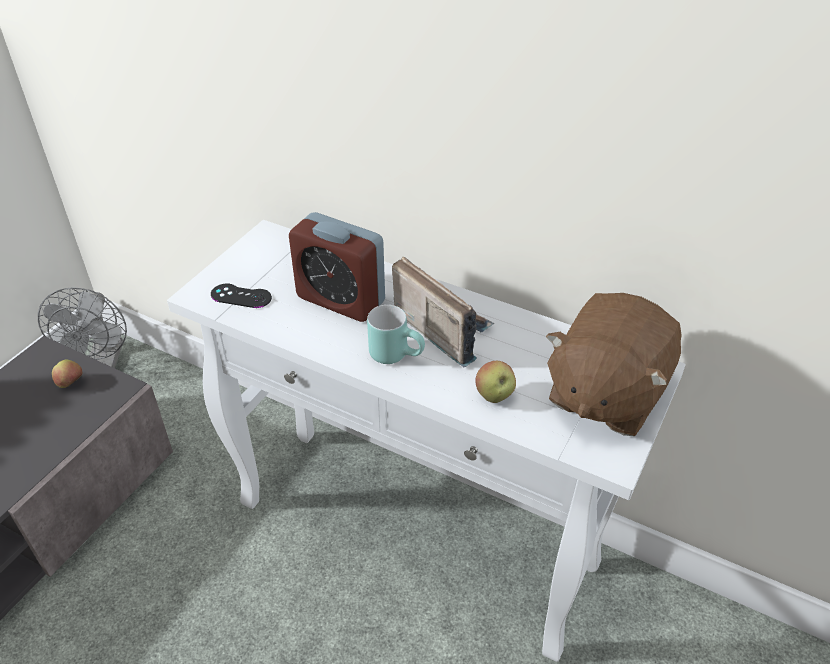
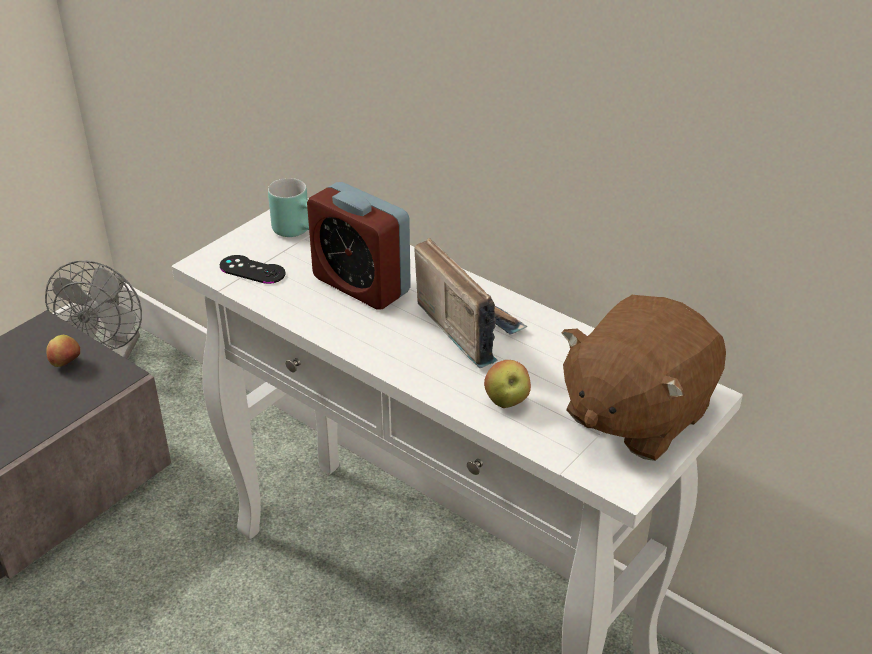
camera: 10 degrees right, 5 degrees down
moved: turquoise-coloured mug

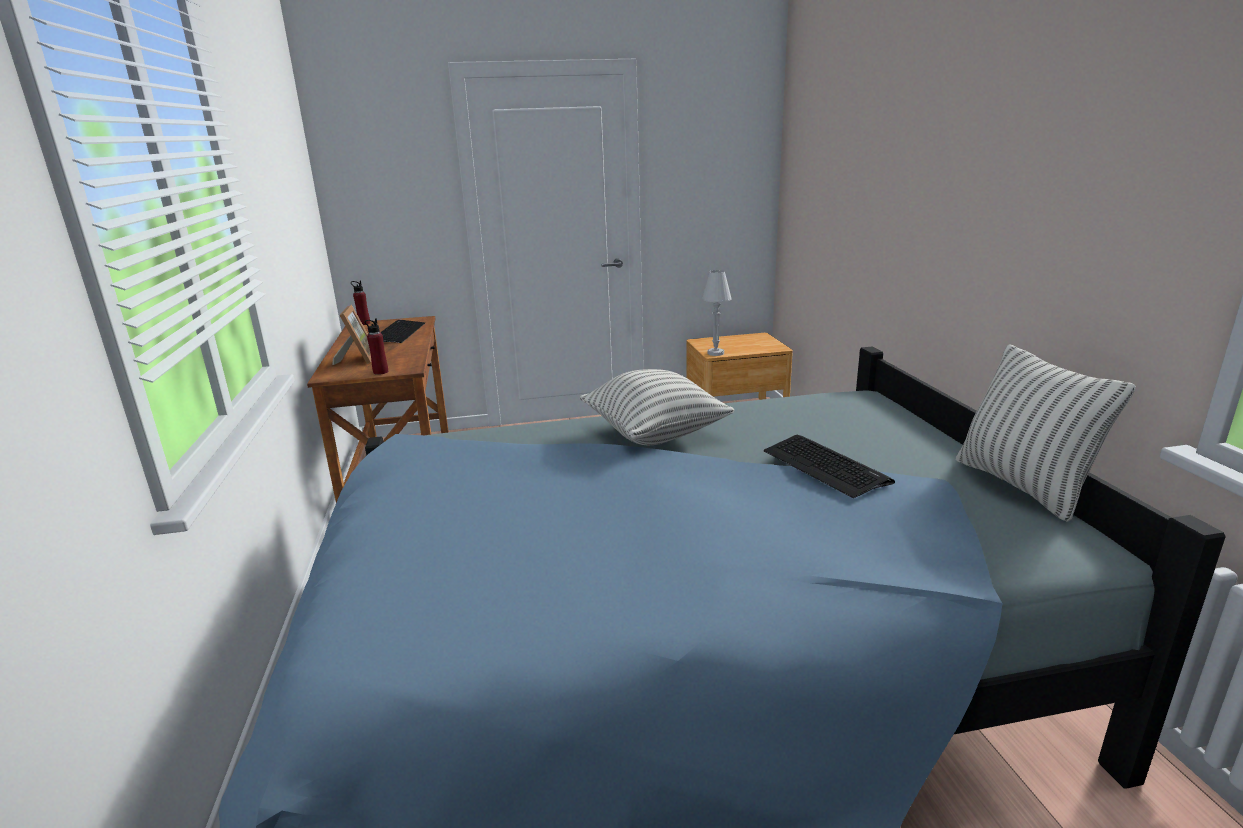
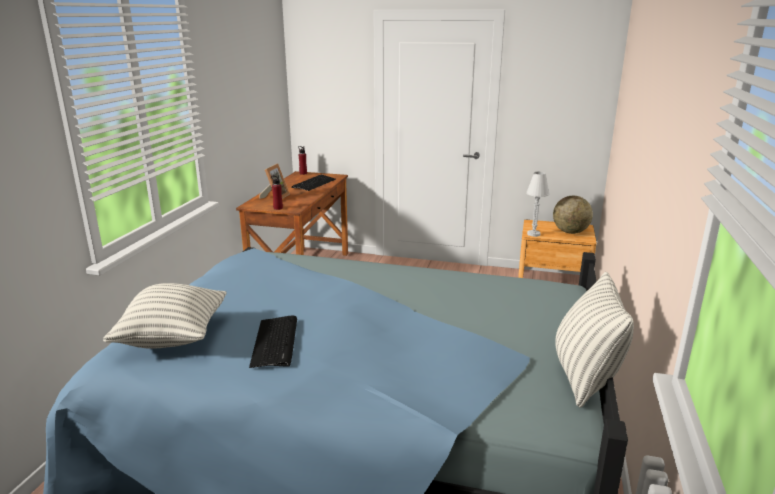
camera: 25 degrees right, 0 degrees up
added: desk globe
moved: pillow (1st from left); keyboard (2nd from left in the first image) to keyboard (1st from left)

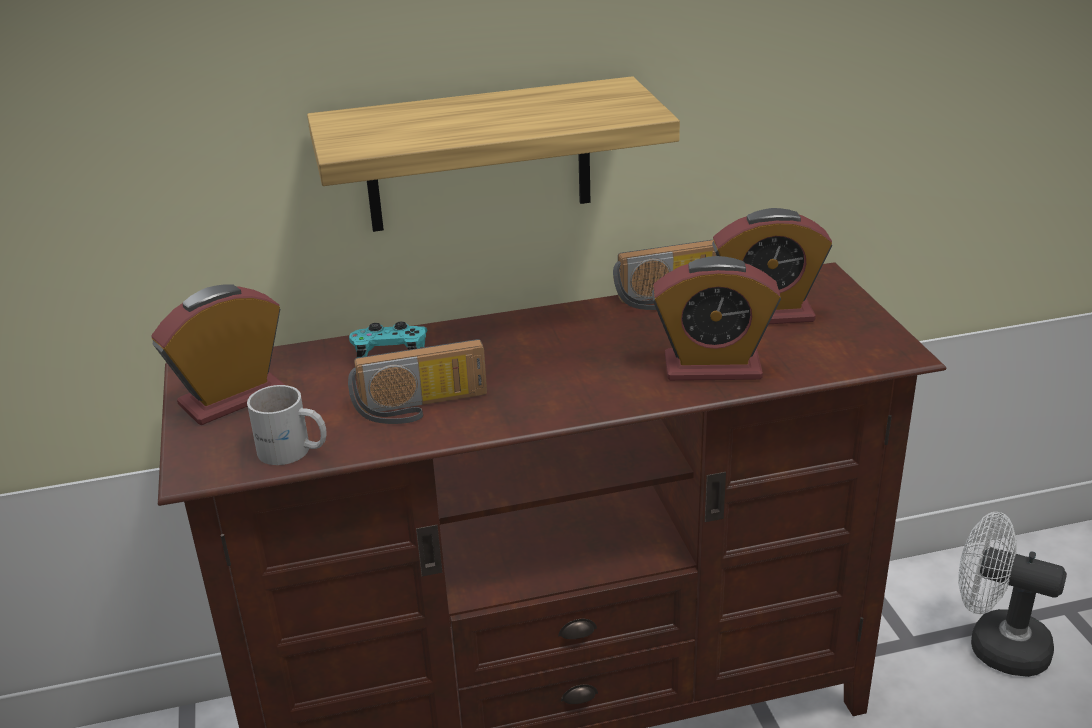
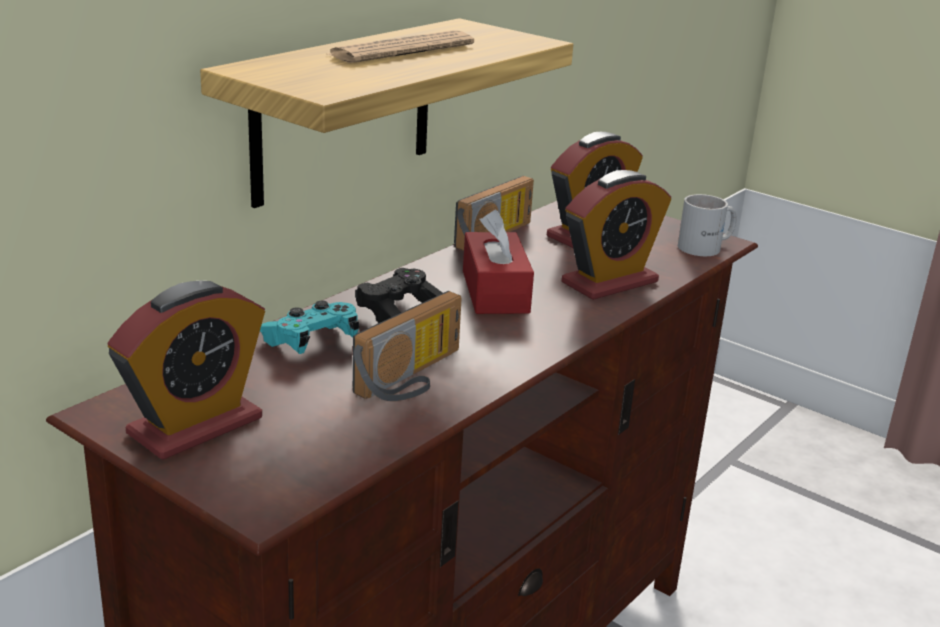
camera: 40 degrees left, 5 degrees down
removed: white-coloured fan
added: printed paper; blackish gamepad; reddish box of tissues
moved: white-coloured mug
turned: table clock (1st from left) 150 degrees counterclockwise

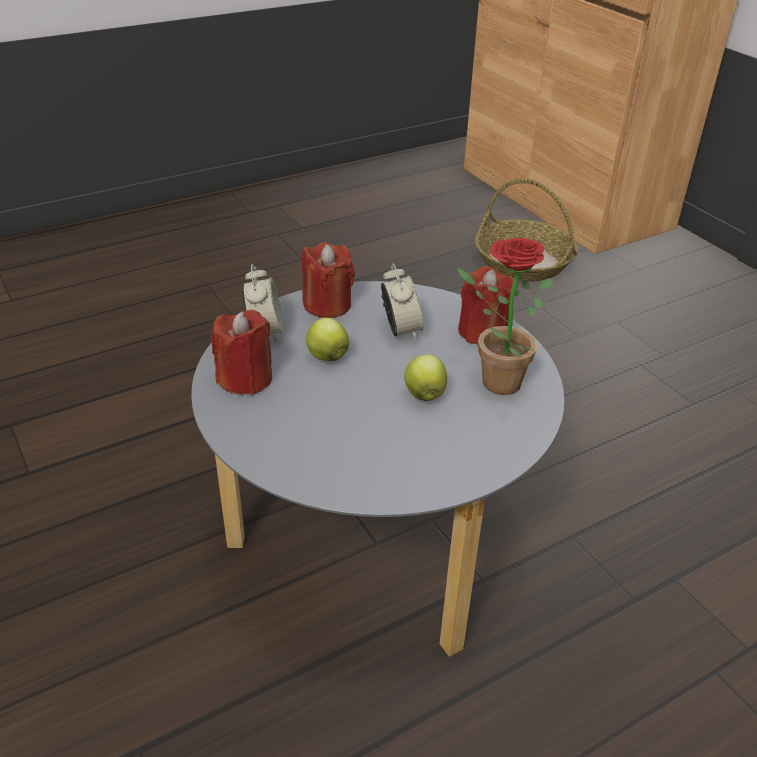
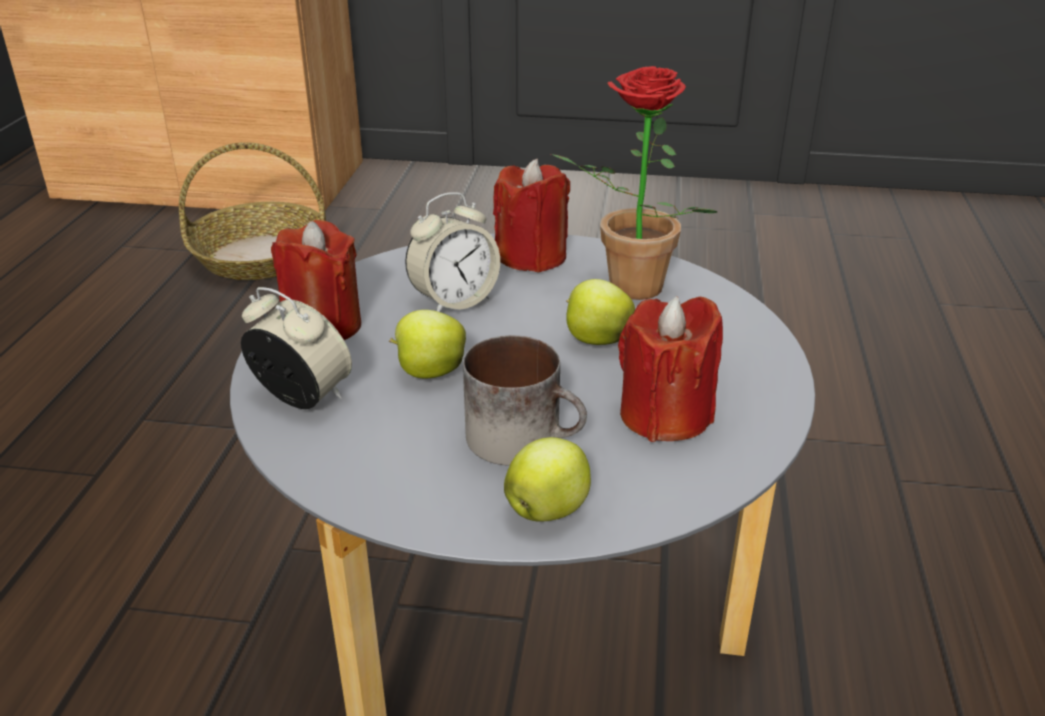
camera: 50 degrees left, 5 degrees down
added: mug; apple fruit (2nd from left)
moved: reddish wax candle (1st from left in the first image) to reddish wax candle (3rd from left)
turned: table clock (2nd from left) 120 degrees clockwise

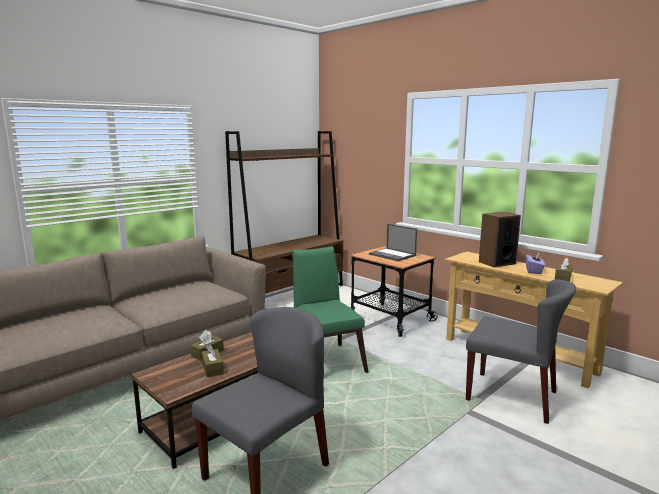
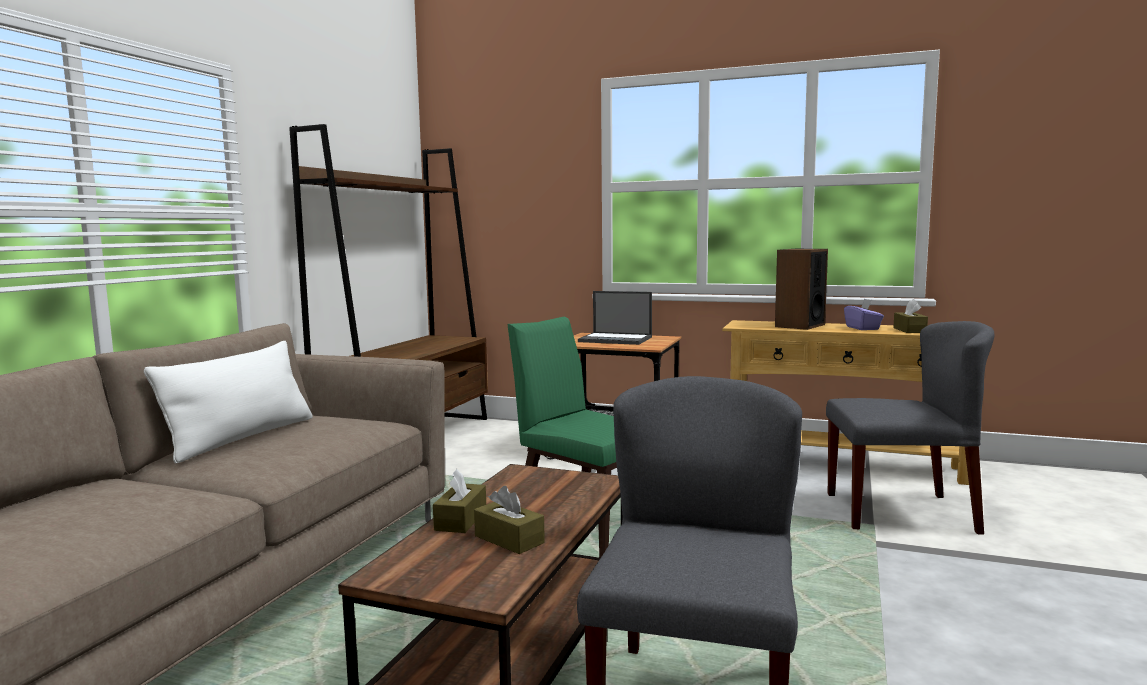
camera: 25 degrees left, 5 degrees down
added: white-coloured pillow

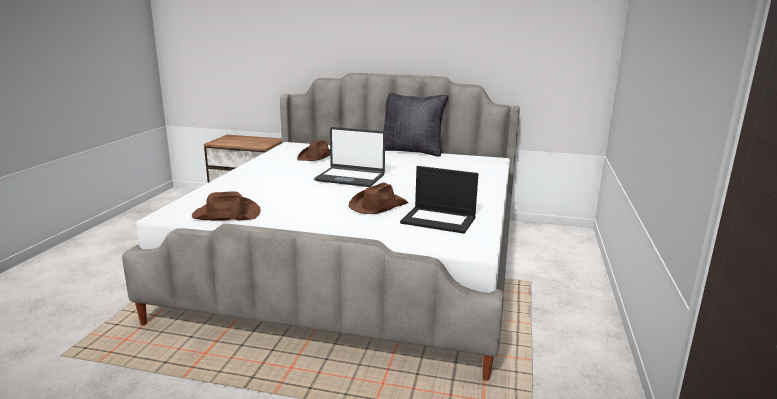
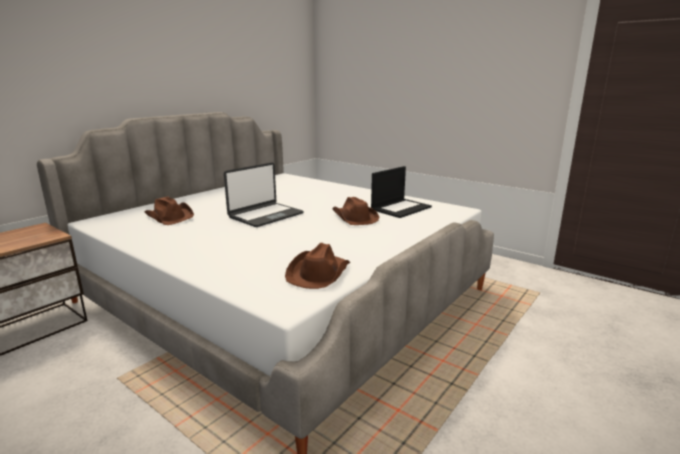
camera: 65 degrees left, 0 degrees up
removed: blackish pillow

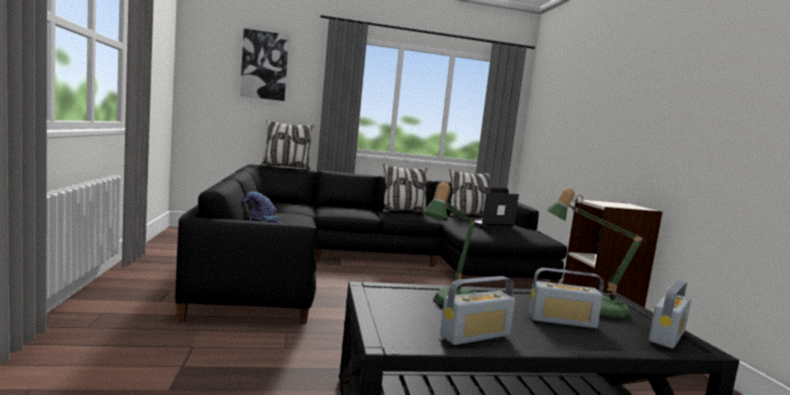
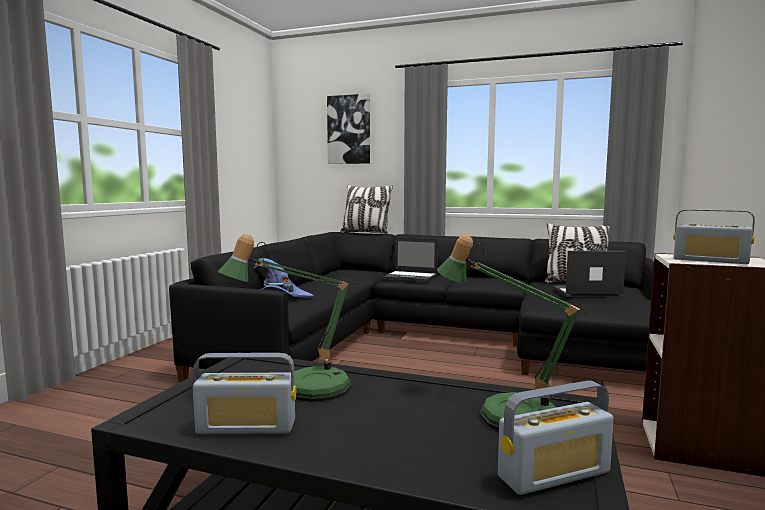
camera: 30 degrees right, 0 degrees up
removed: pillow (2nd from left)
added: laptop (1st from left)
moved: radio set (2nd from left in the first image) to radio set (3rd from left)

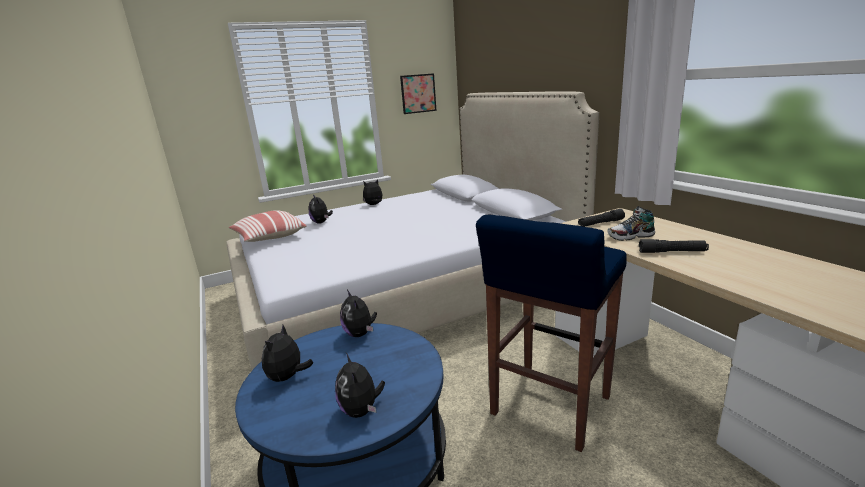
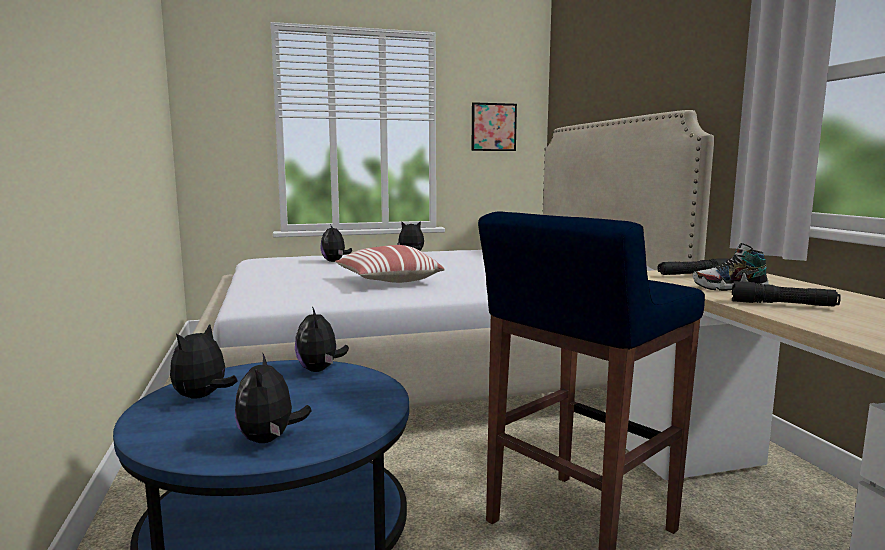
camera: 10 degrees right, 10 degrees down
moved: pillow

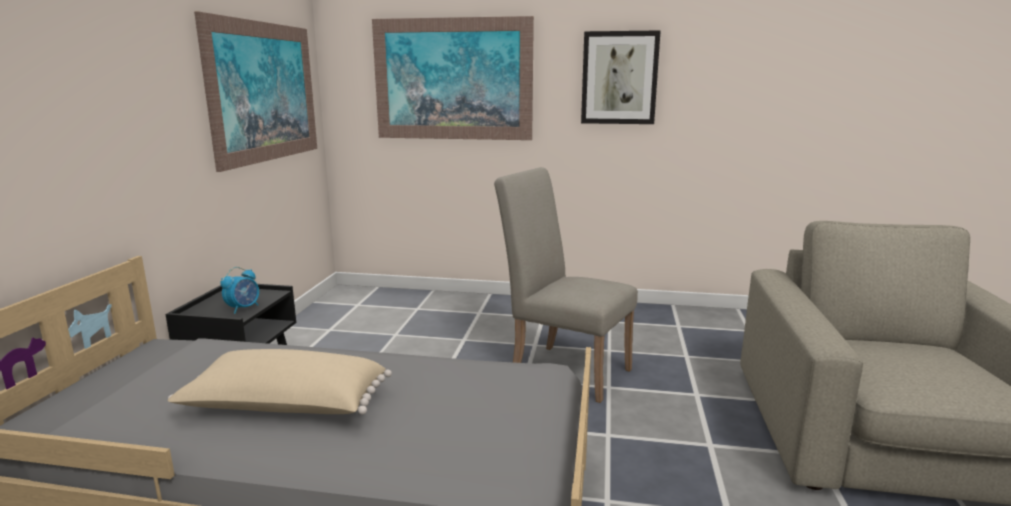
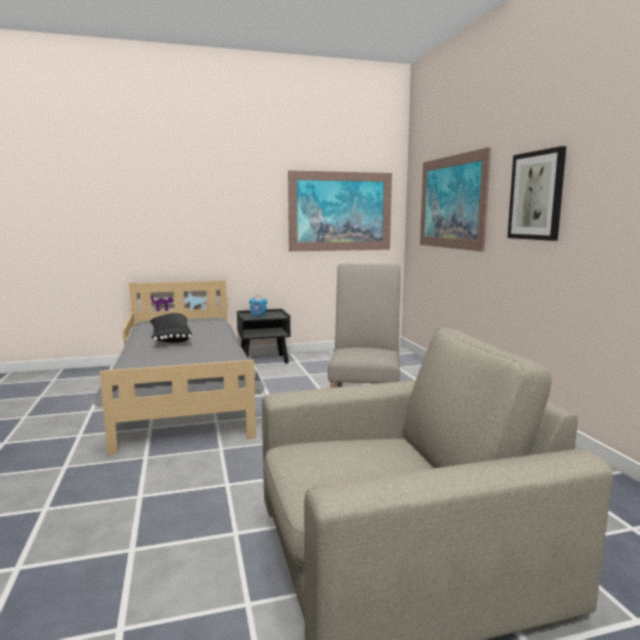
camera: 65 degrees right, 5 degrees down
recoloured: beige-coloured pillow to blackish pillow

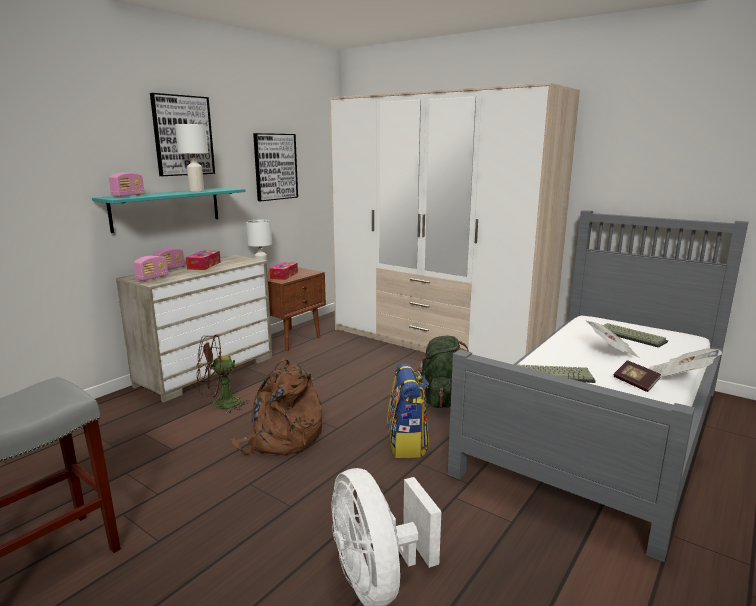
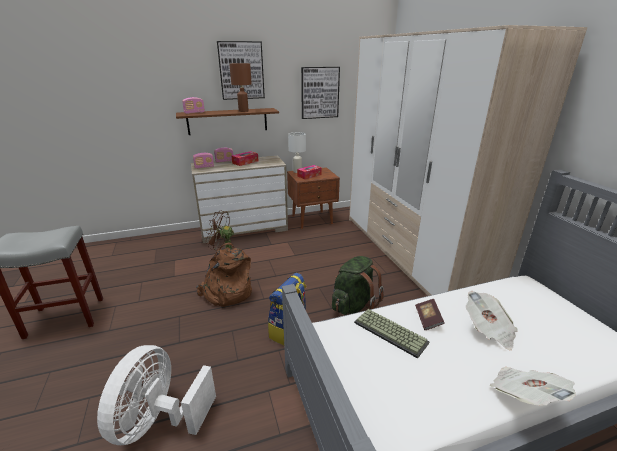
camera: 35 degrees right, 10 degrees up
removed: keyboard (2nd from left)
moved: book
recoloured: turquoise-coloured wall shelf to brown wall shelf; white-coloured tabletop lamp (1st from left) to brown tabletop lamp

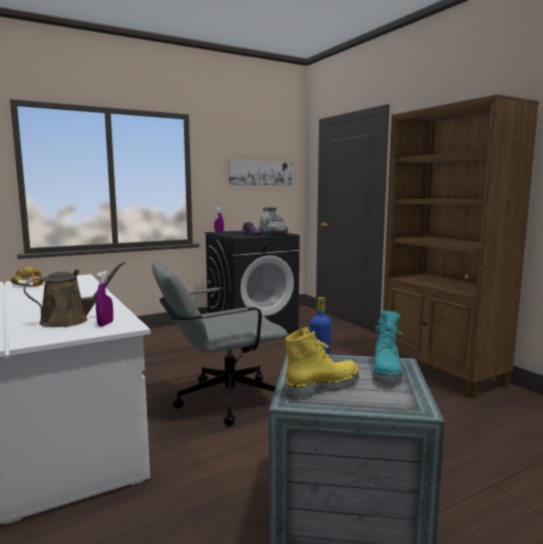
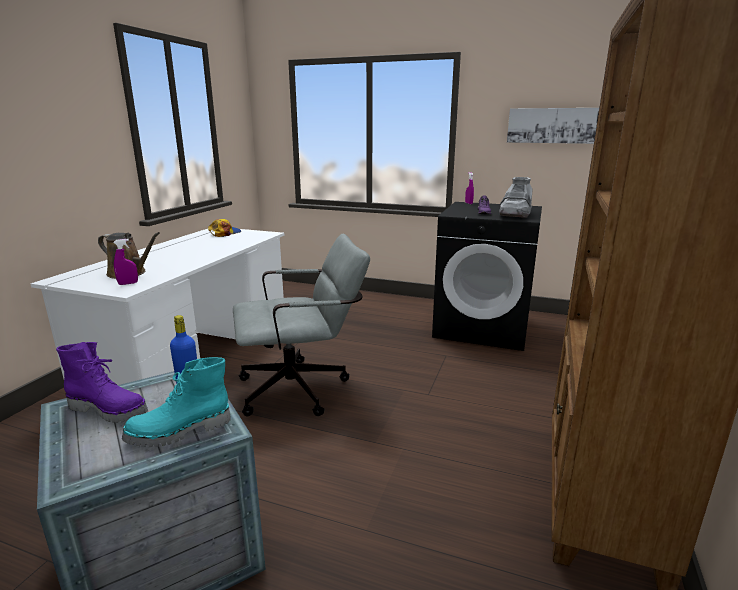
camera: 50 degrees right, 10 degrees up
recoloured: yellow tall boot to purple-coloured tall boot
turned: grey desk chair 135 degrees clockwise

